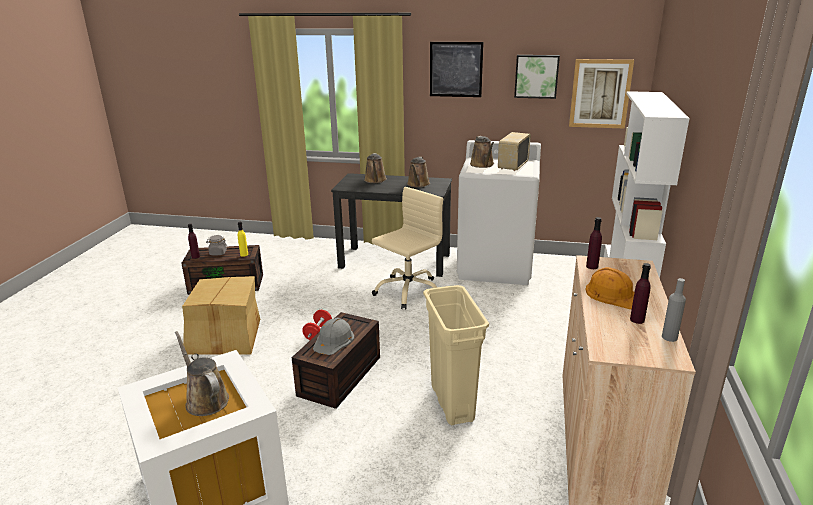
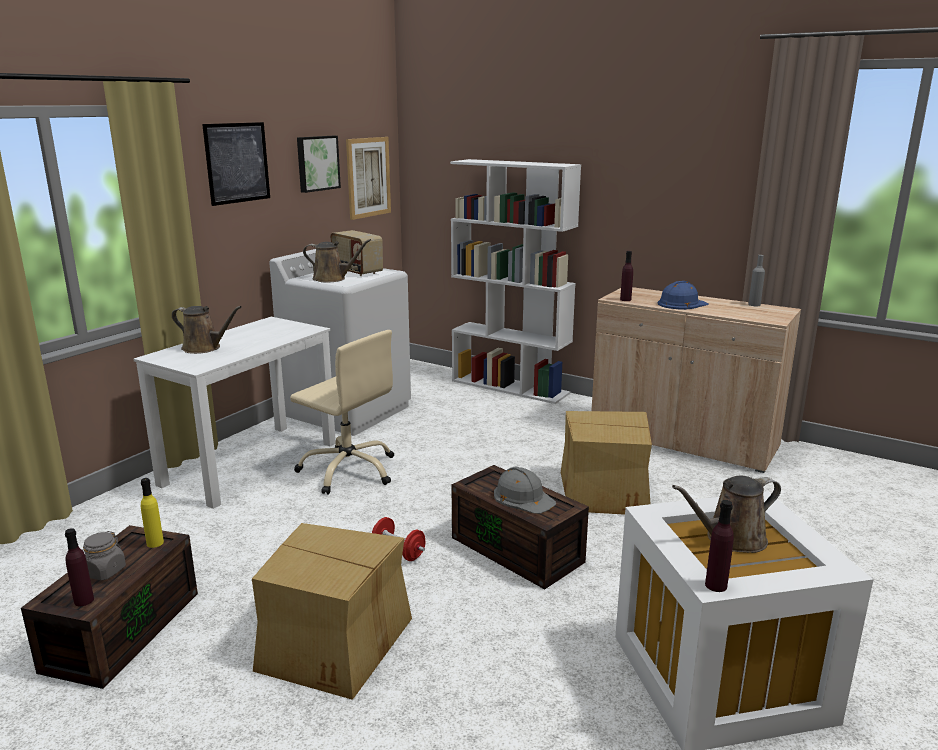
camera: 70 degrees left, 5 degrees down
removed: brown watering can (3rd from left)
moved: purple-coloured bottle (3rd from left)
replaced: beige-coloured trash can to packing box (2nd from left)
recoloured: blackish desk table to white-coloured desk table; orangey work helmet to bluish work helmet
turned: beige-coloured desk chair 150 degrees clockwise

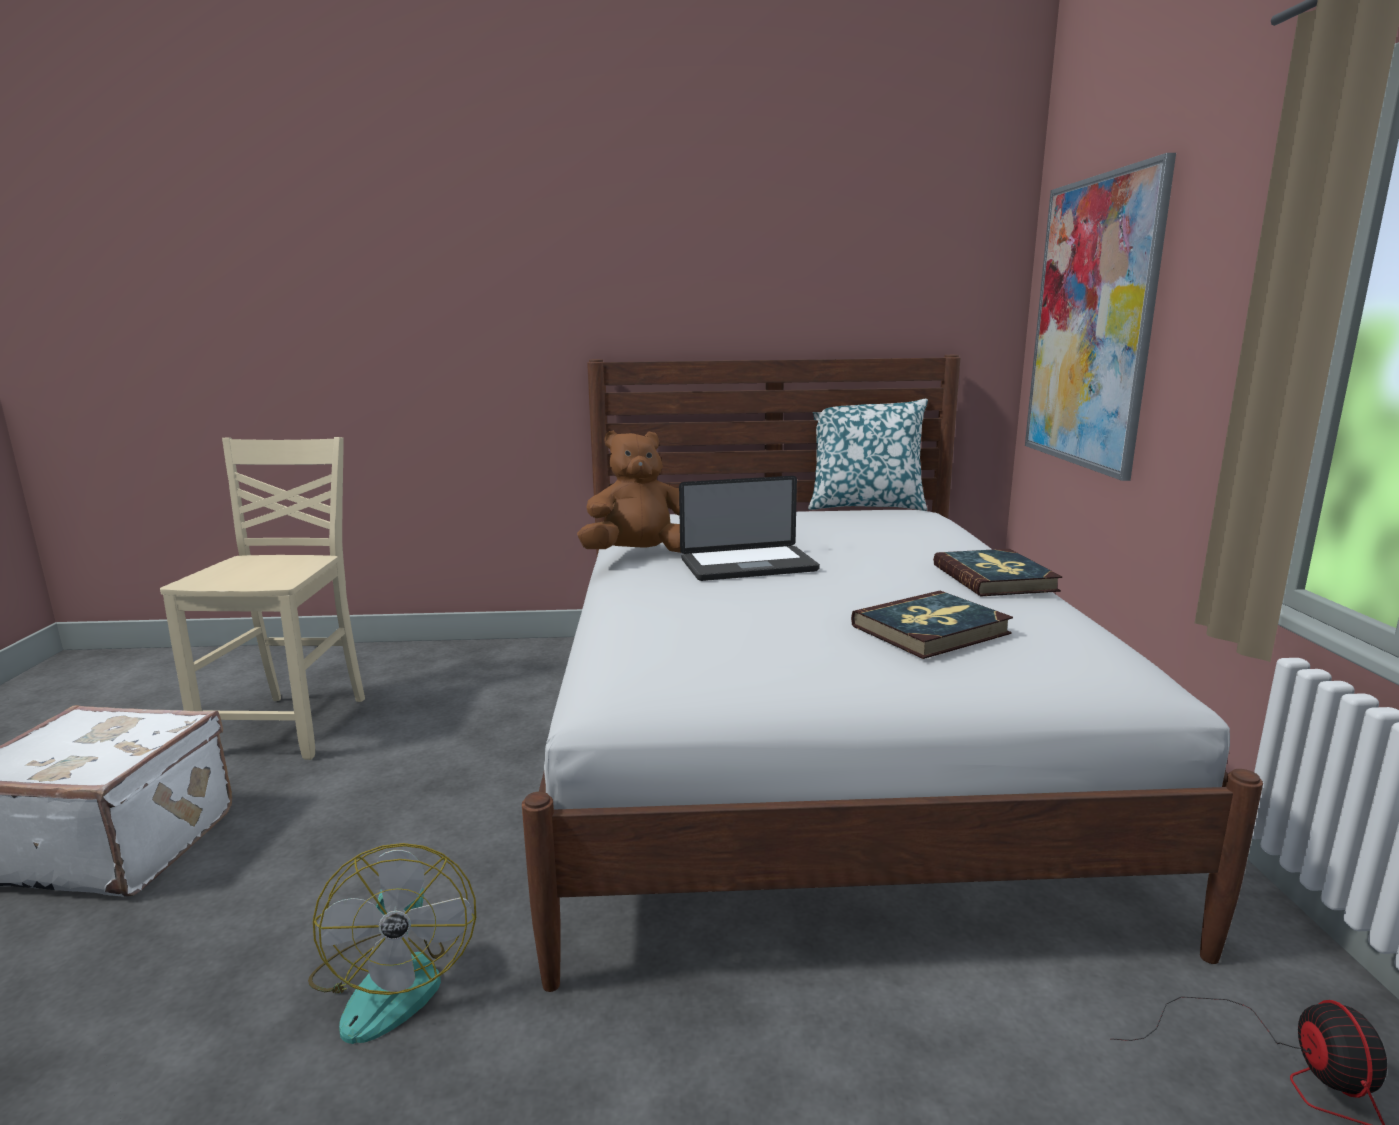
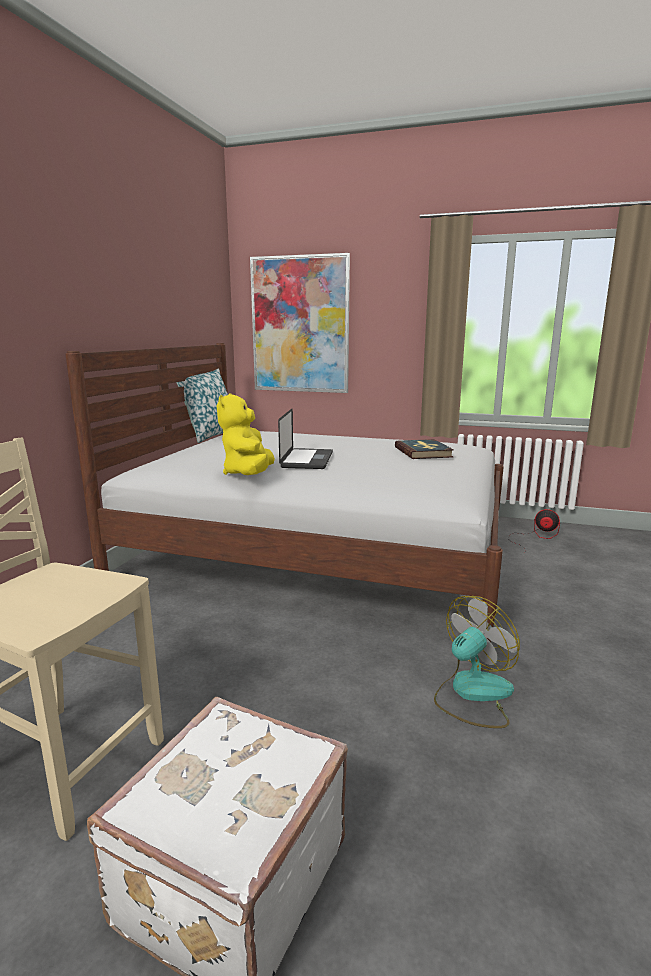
camera: 70 degrees left, 0 degrees up
removed: book (2nd from left)
recoloured: brown soft toy to yellow soft toy
turned: fan (1st from left) 45 degrees counterclockwise

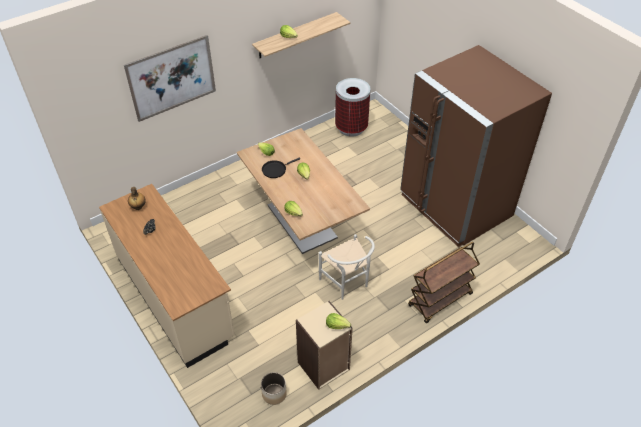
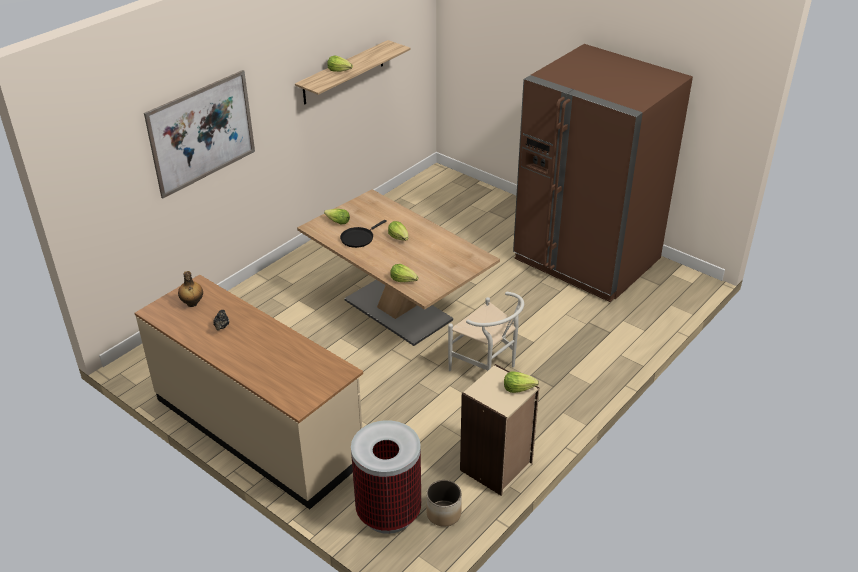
camera: 15 degrees left, 10 degrees down
removed: brown cart
moved: trash can

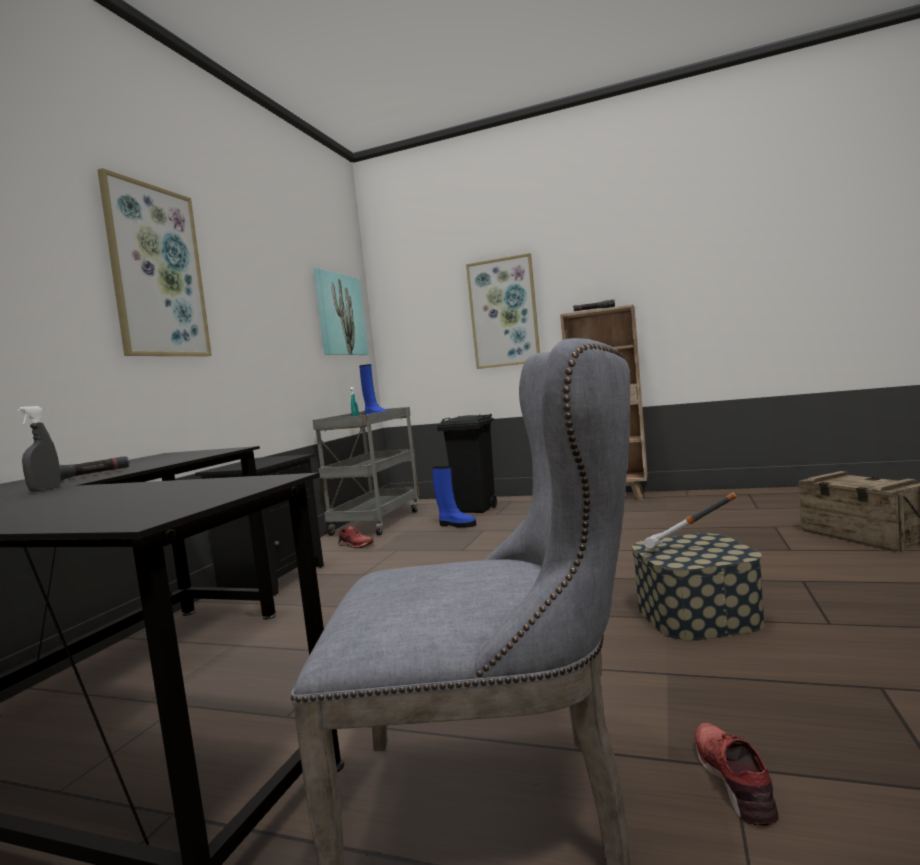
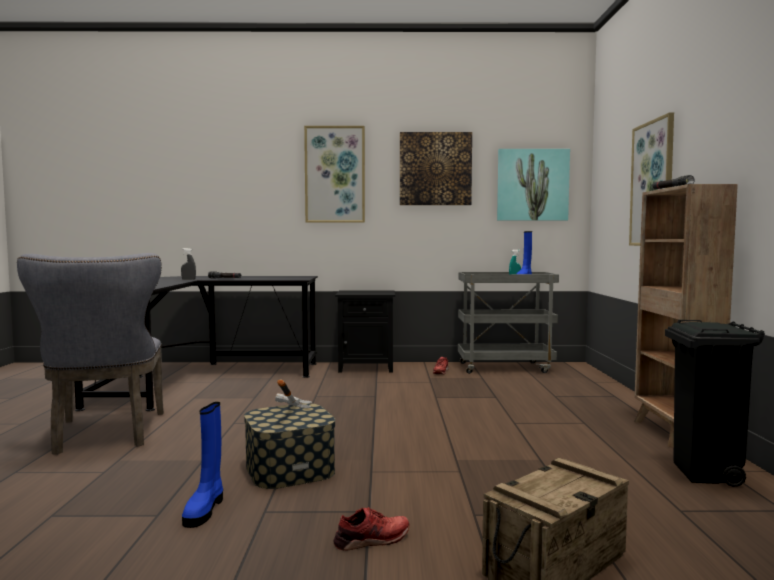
camera: 70 degrees right, 0 degrees up
added: wall art (2nd from left)
moved: bluish tall boot (2nd from left in the first image) to bluish tall boot (1st from left); blackish trash can; reddish shoe (2nd from left in the first image) to reddish shoe (1st from left)

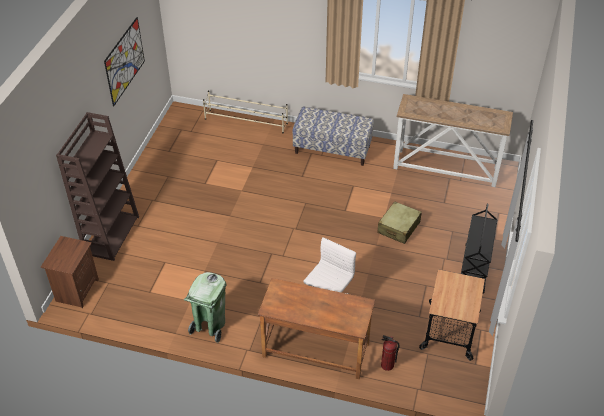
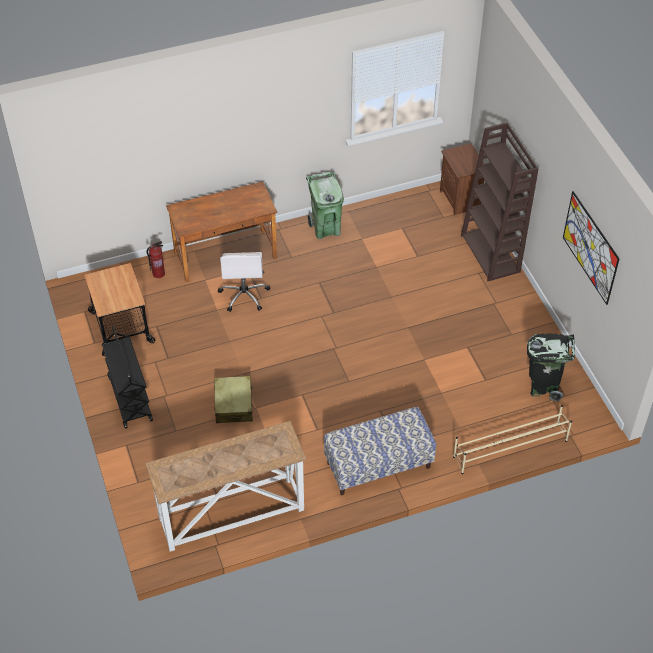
camera: 145 degrees right, 5 degrees up
added: blackish trash can

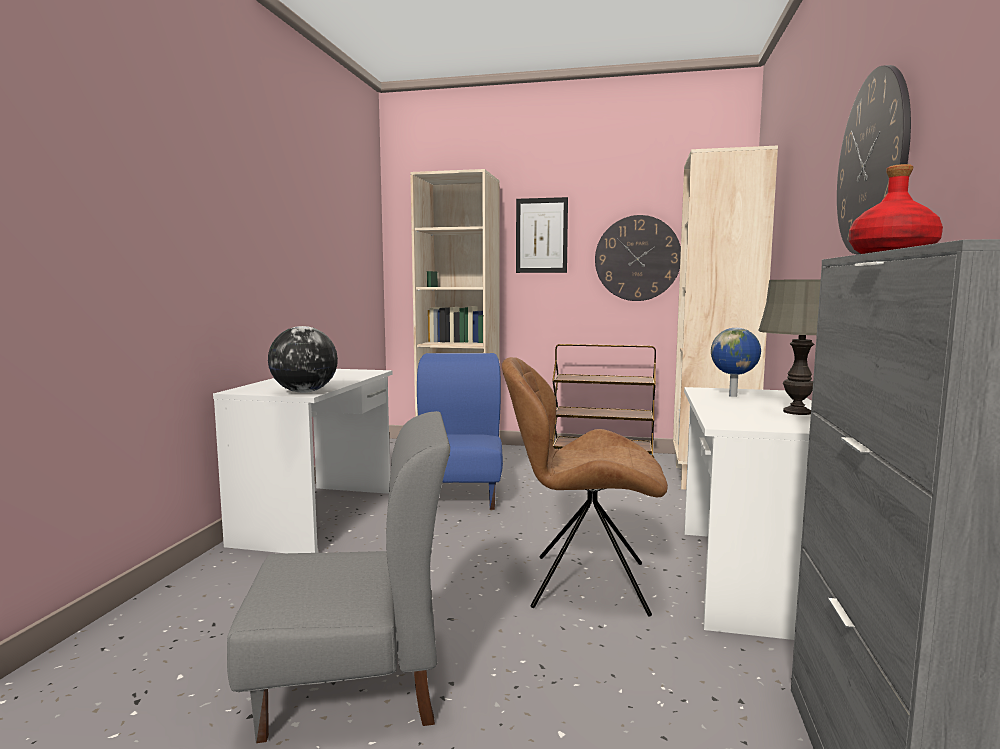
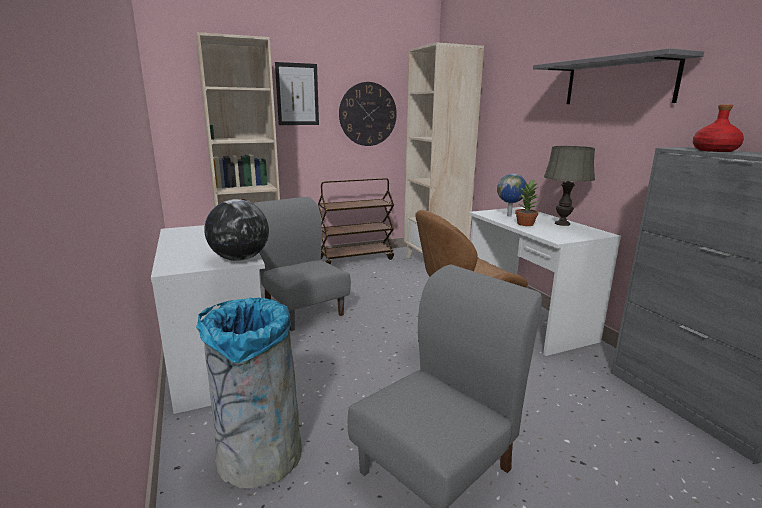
camera: 35 degrees left, 10 degrees up
added: grey trash can; potted plant
replaced: clock on the wall (2nd from left) to grey wall shelf
recoloured: bluish plain chair to grey plain chair (1st from left)

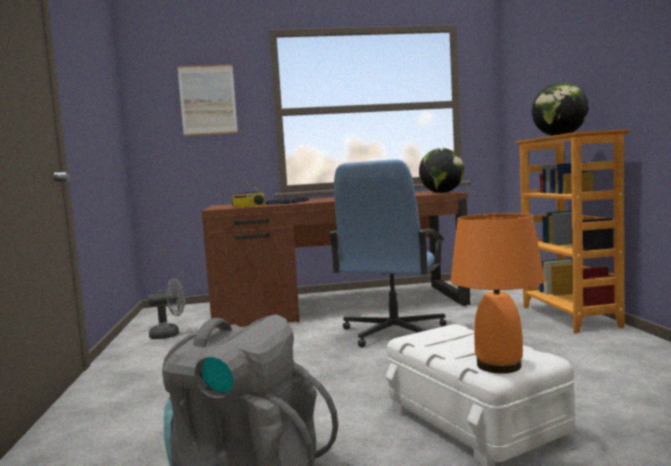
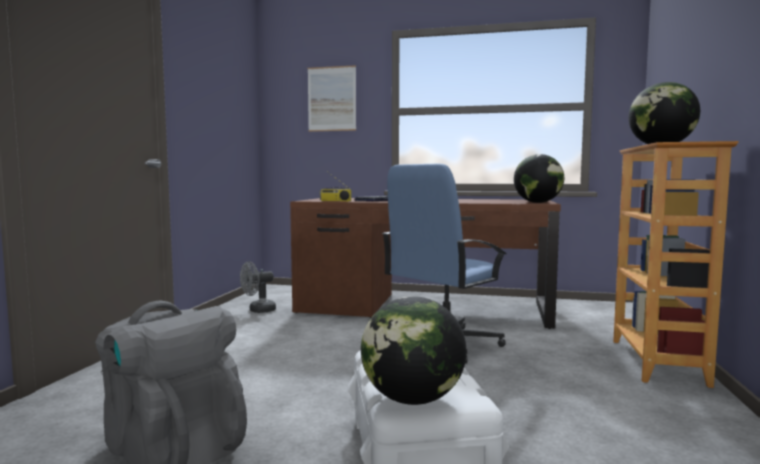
camera: 20 degrees right, 0 degrees up
replaced: orangey tabletop lamp to desk globe (1st from left)
turned: grey fan 150 degrees clockwise

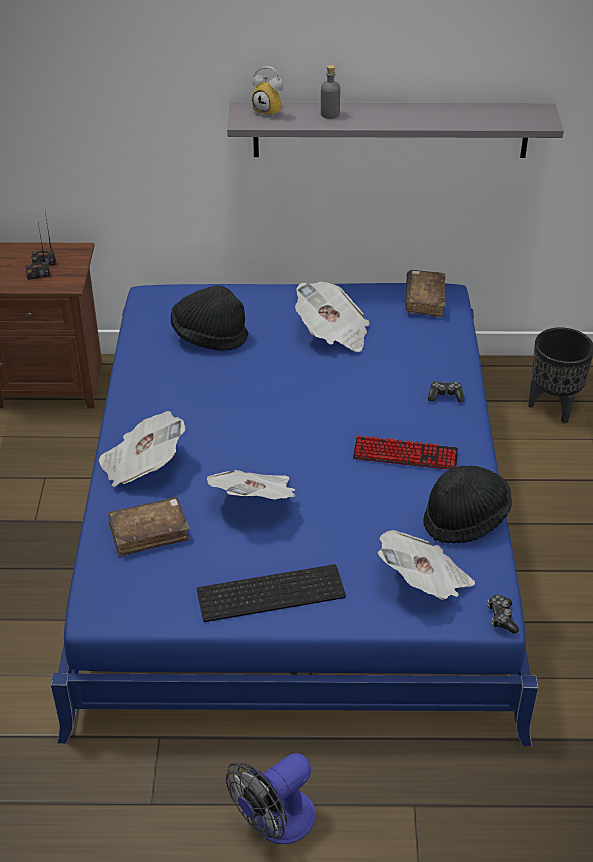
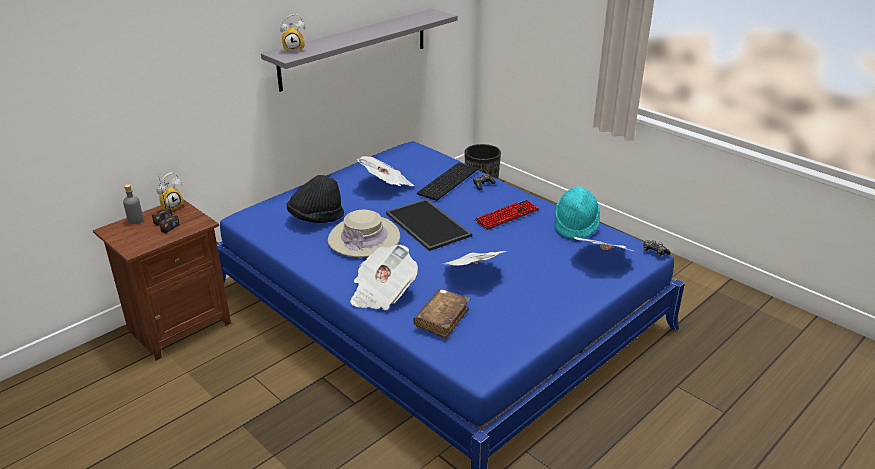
camera: 45 degrees left, 10 degrees down
removed: fan; brown book (2nd from left)
added: table clock (1st from left); beige-coloured wearable hat; tray
moved: keyboard (1st from left); grey bottle
recoloured: blackish wearable hat (2nd from left) to turquoise-coloured wearable hat

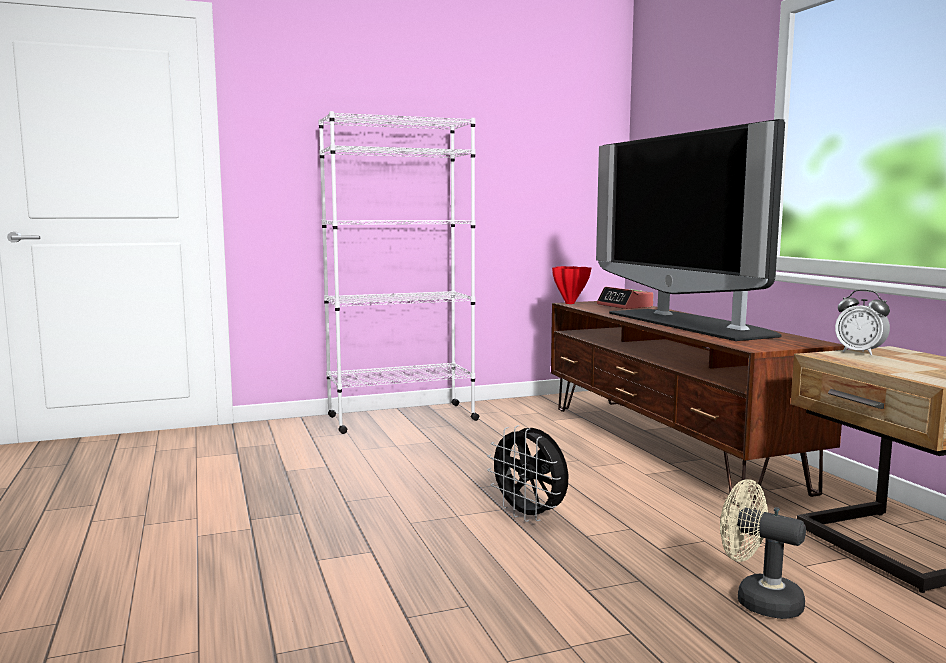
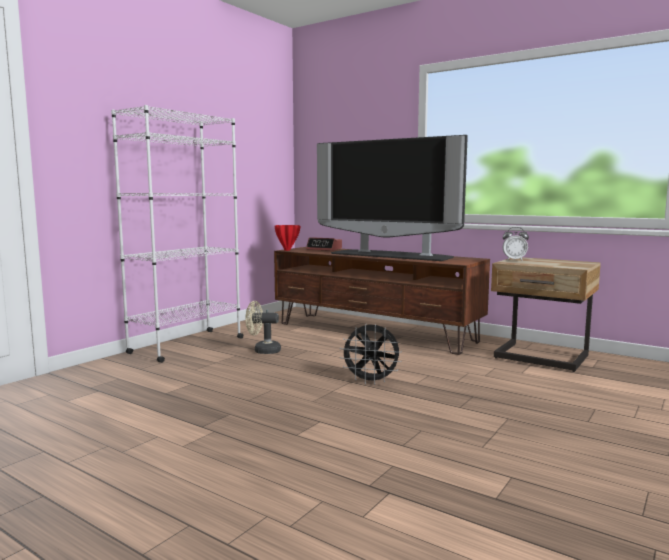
camera: 35 degrees left, 0 degrees up
moved: beige-coloured fan

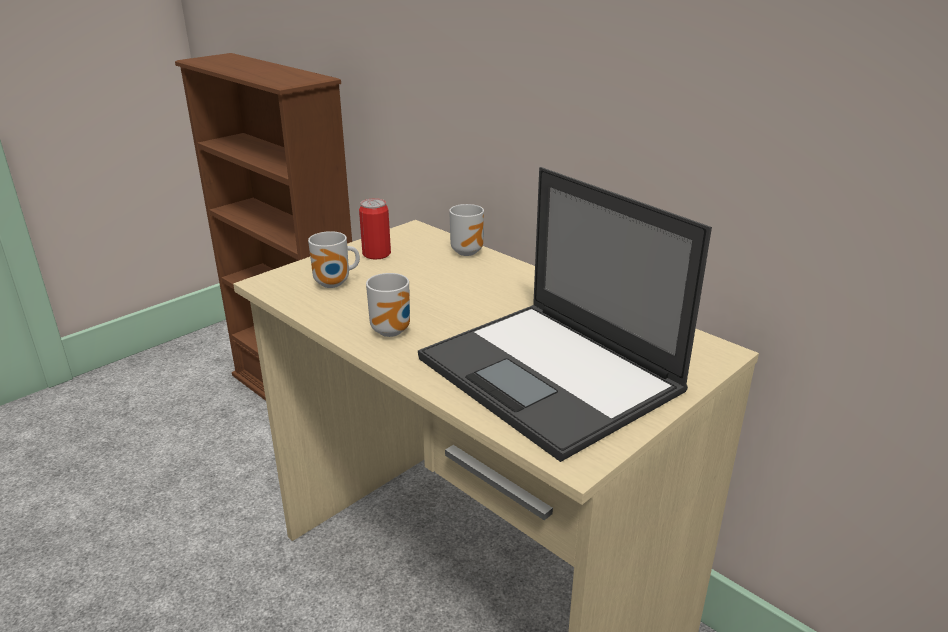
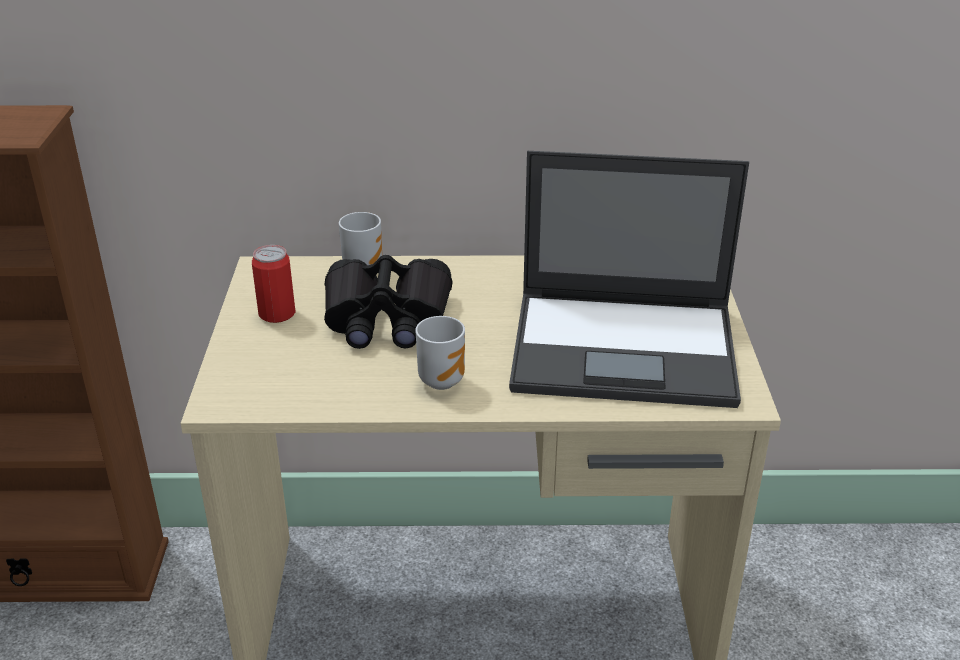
camera: 45 degrees left, 5 degrees up
removed: mug (1st from left)
added: blackish field glasses

